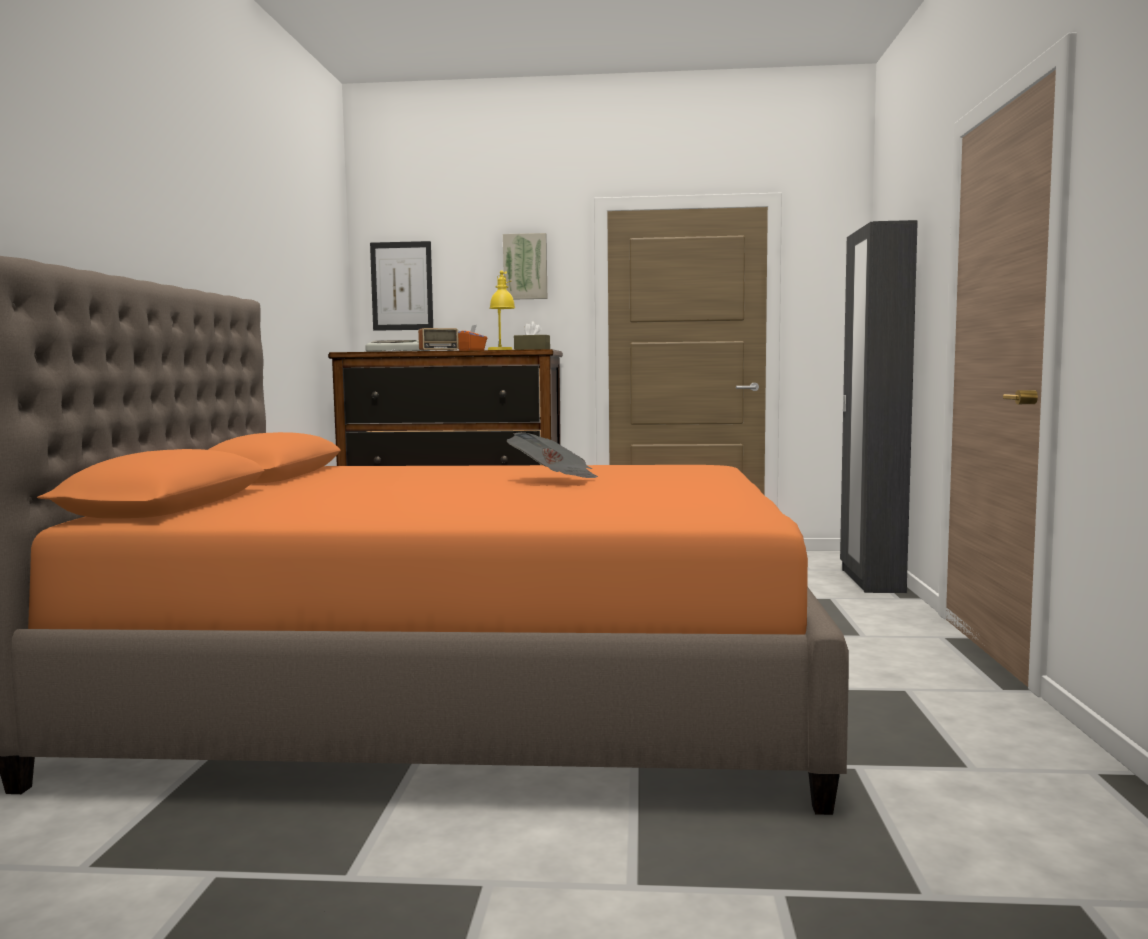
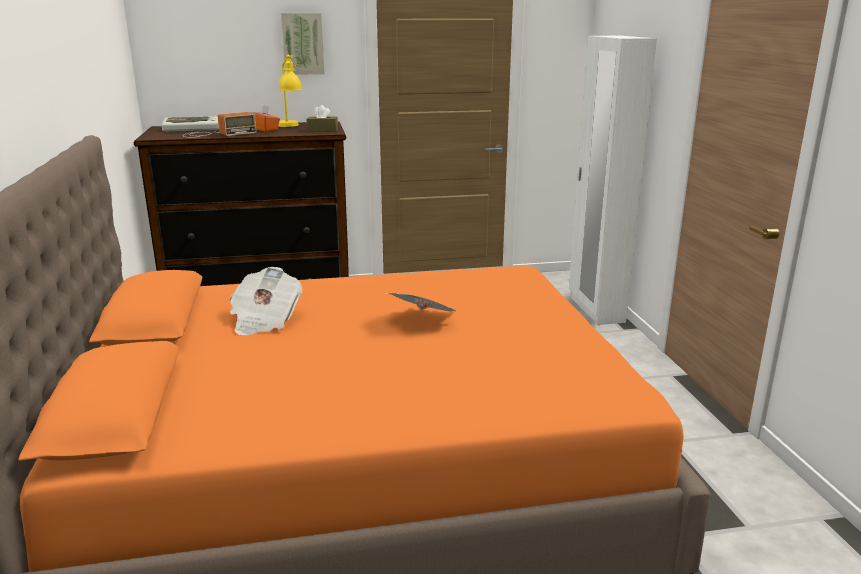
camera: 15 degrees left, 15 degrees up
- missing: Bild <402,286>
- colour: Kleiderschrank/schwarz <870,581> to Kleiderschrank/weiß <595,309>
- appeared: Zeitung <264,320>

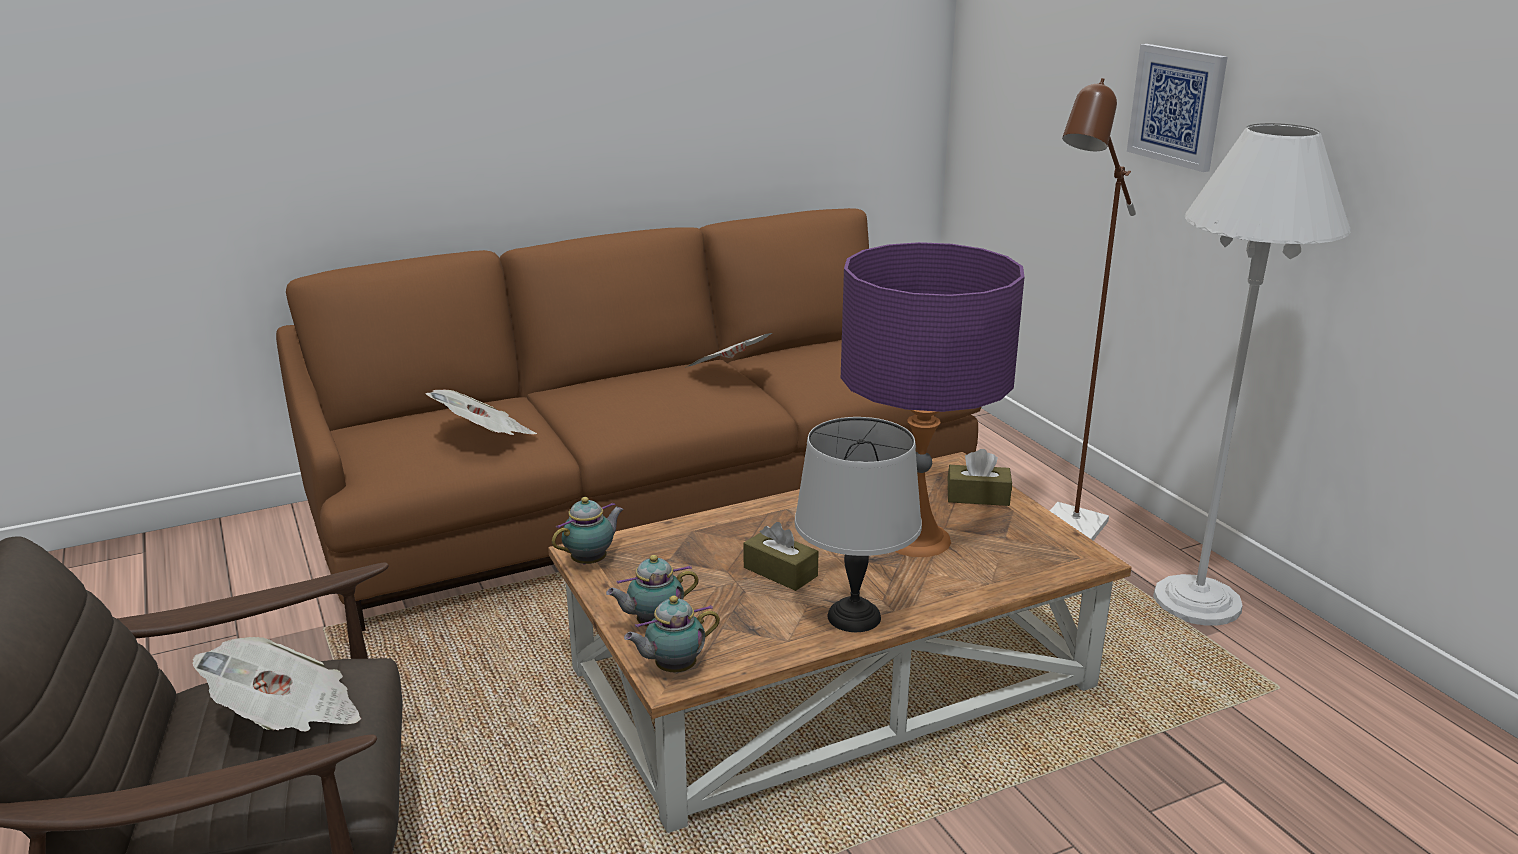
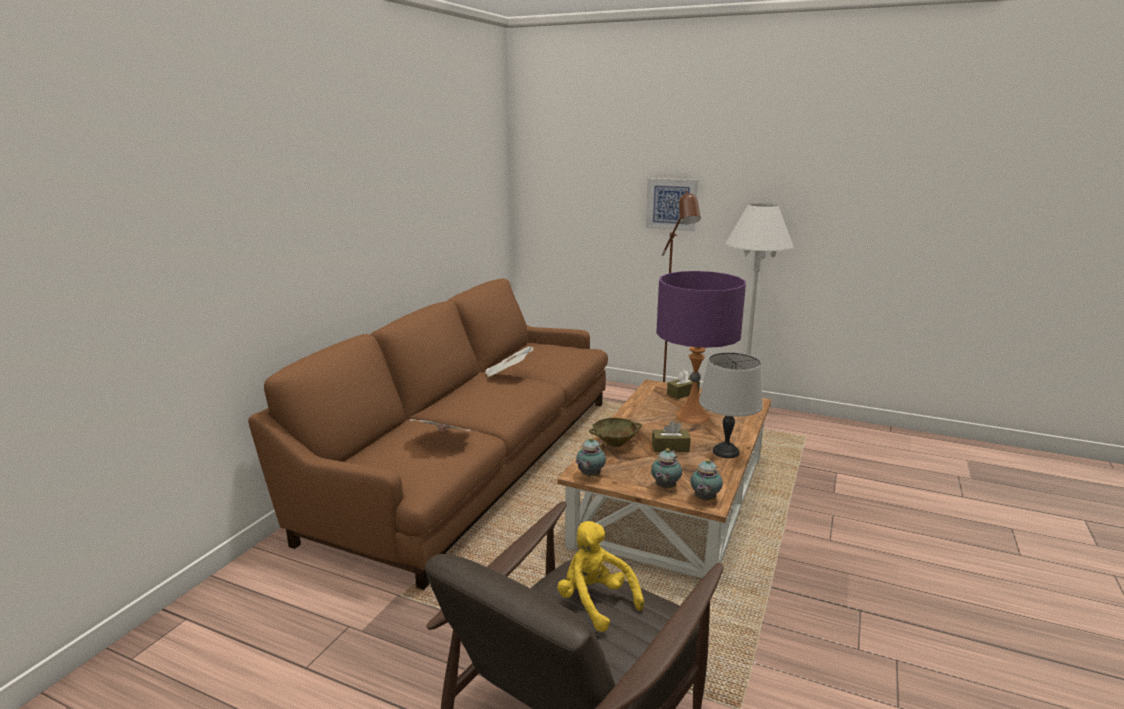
camera: 40 degrees left, 5 degrees down
- exchanged: Zeitung <288,717> to Plüschtier/gelb <595,602>
- spun: Teekanne <591,561> = <589,475> 150 degrees counterclockwise
- appeared: Schüssel/beige <615,443>

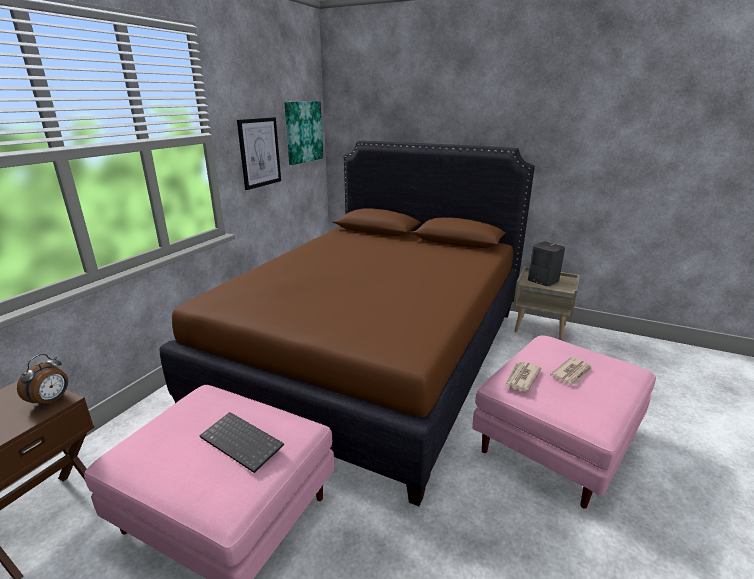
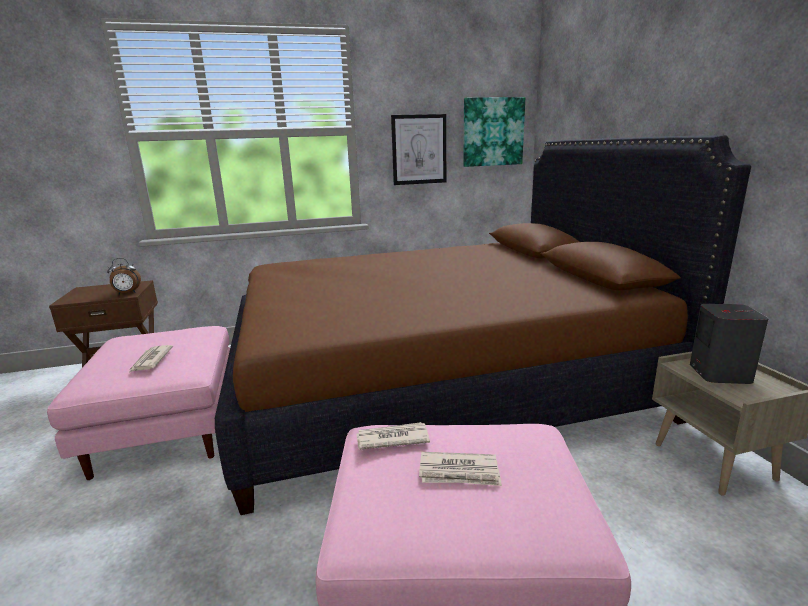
camera: 50 degrees right, 5 degrees down
- exchanged: Tastatur <243,442> to Zeitung <150,360>

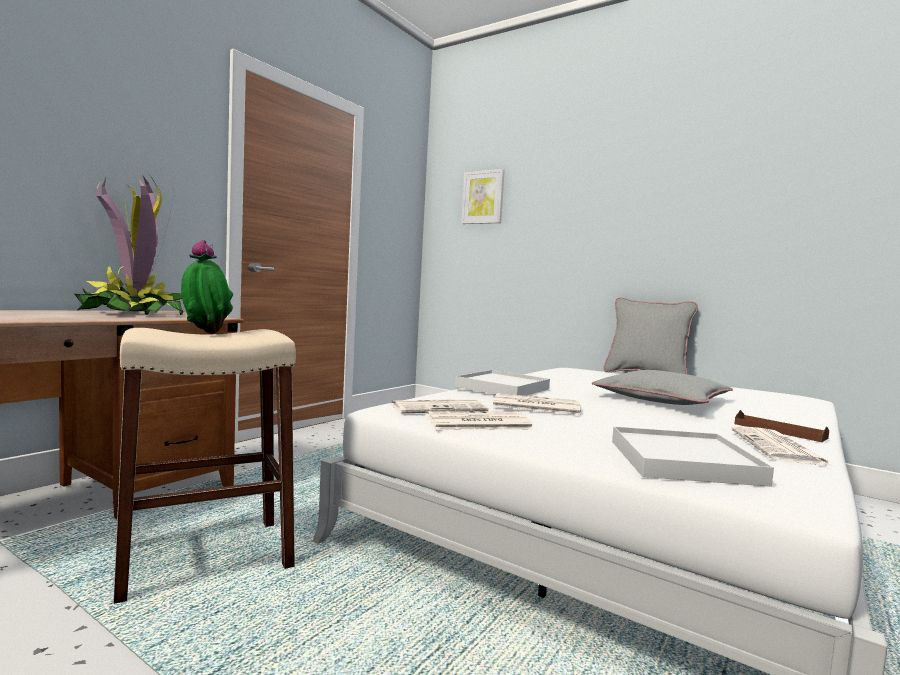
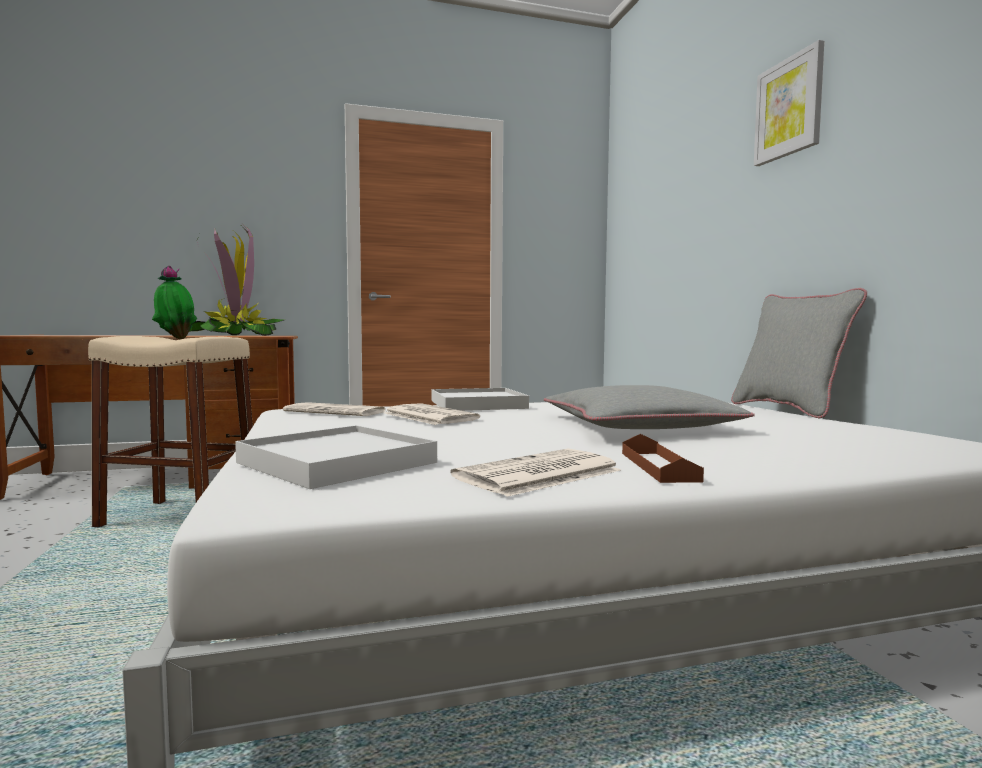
camera: 40 degrees right, 0 degrees up
- missing: Zeitung <477,423>
- relocated: Bild <483,197> to <789,108>

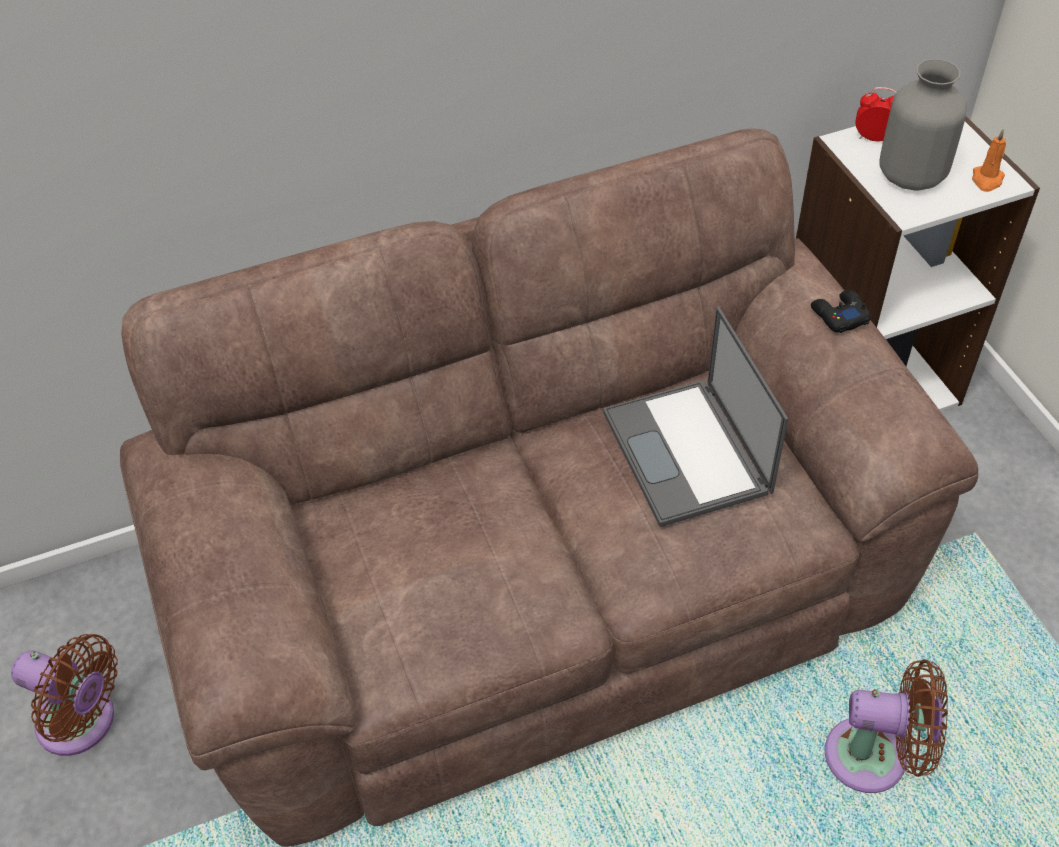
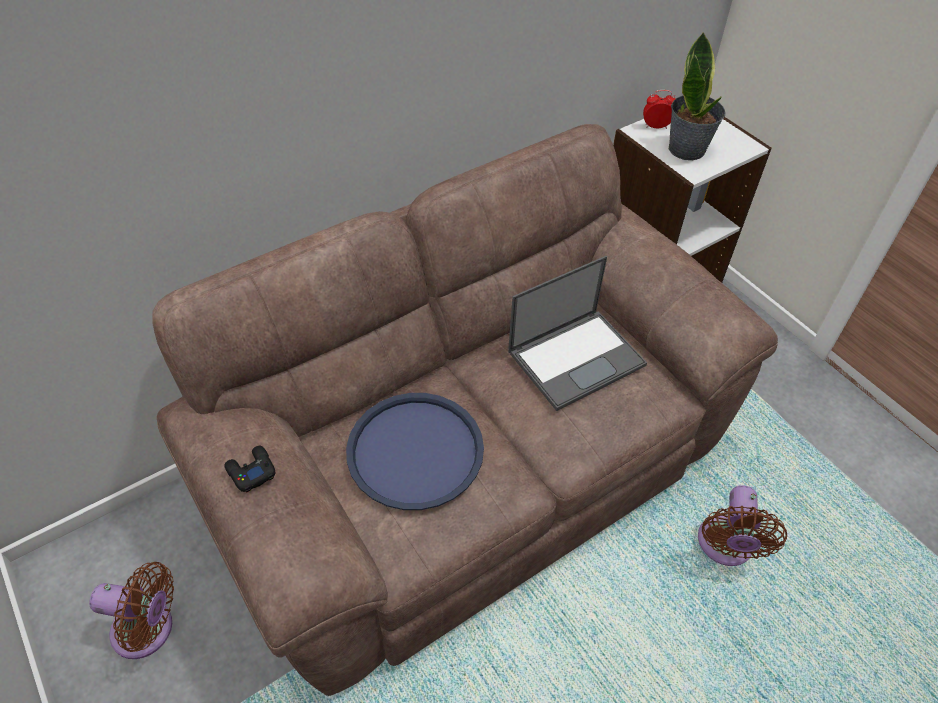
camera: 15 degrees left, 0 degrees up
- spun: Laptop <688,453> = <577,357> 90 degrees counterclockwise
- relocated: Gamepad/schwarz <839,316> to <251,471>
- spun: Ventilator/braun <875,757> = <725,547> 105 degrees clockwise
- exchanged: Vase/grau <910,177> to Topfpflanze <687,149>
- missing: Kerze/orange <987,180>
- appeared: Tablett/blau <415,451>

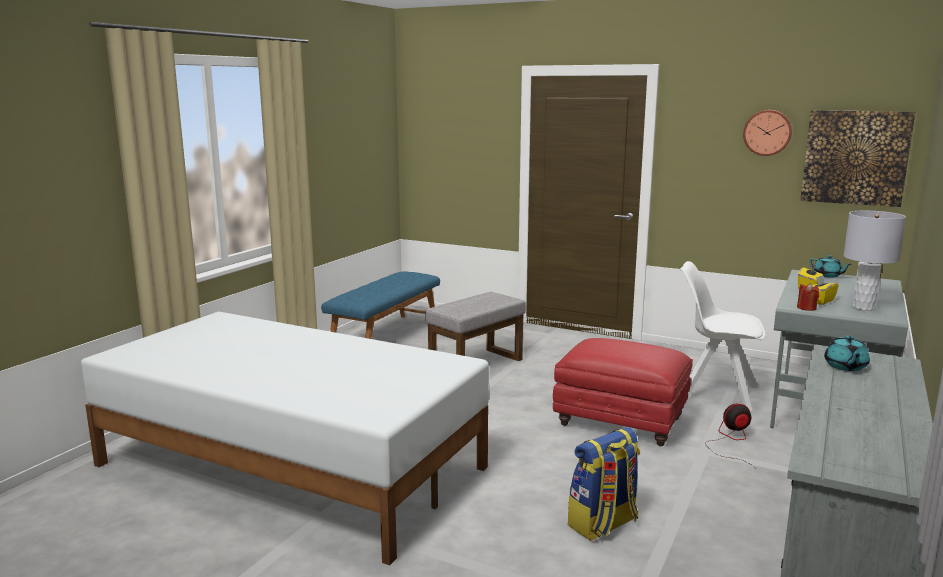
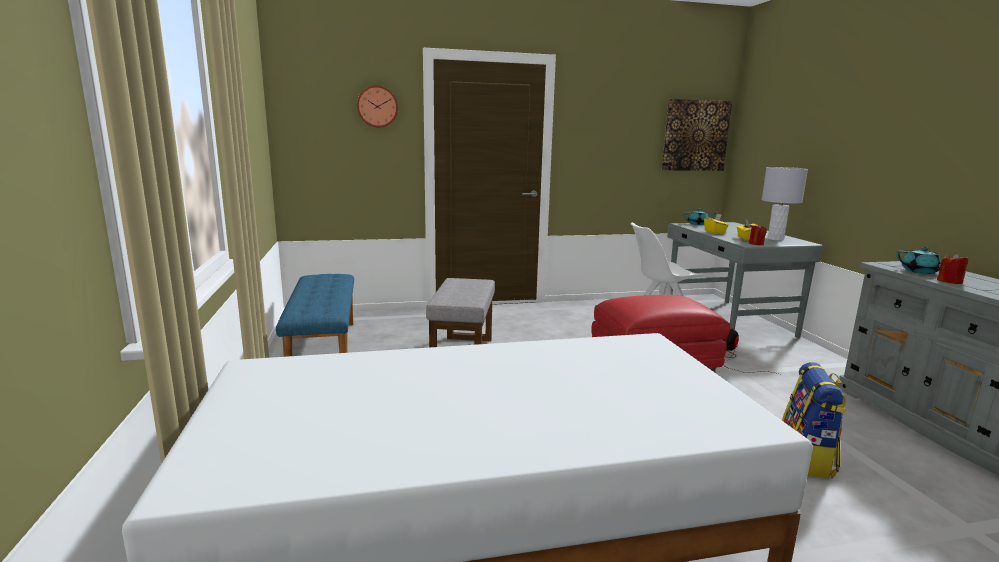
camera: 40 degrees left, 0 degrees up
- relocated: Wanduhr <767,132> to <377,106>
- appeared: Kerze/rot <950,281>

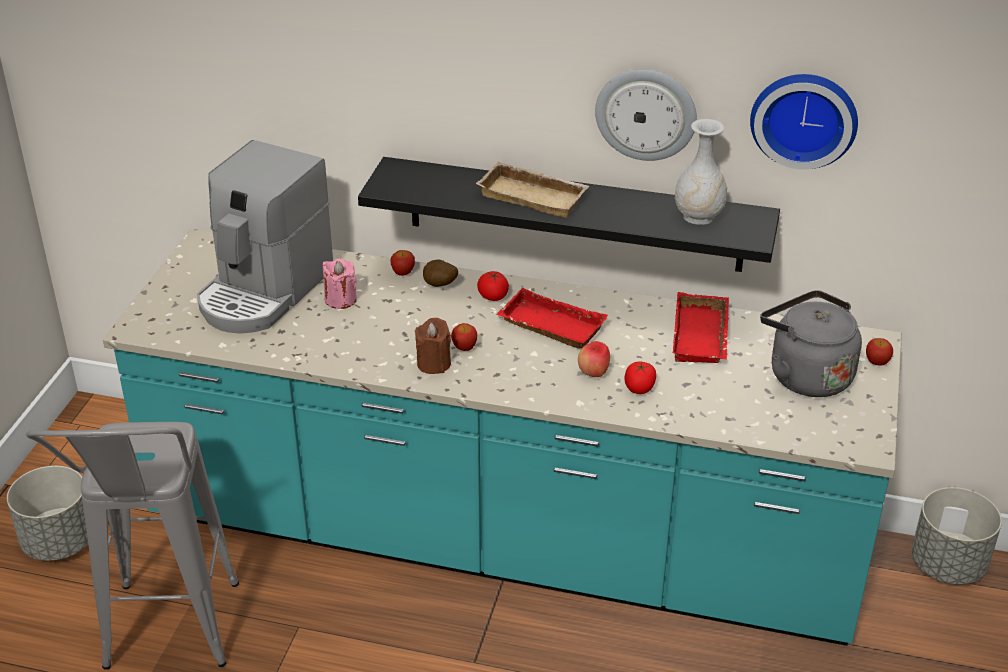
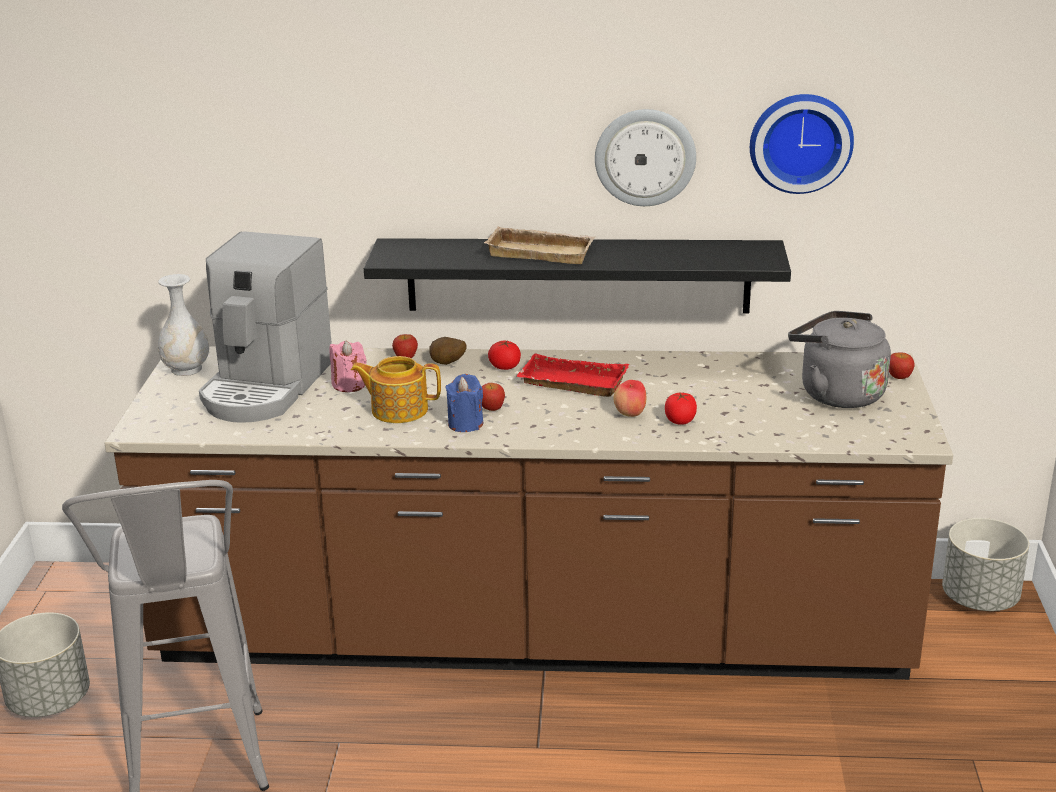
camera: 10 degrees left, 10 degrees down
- colour: Küchenzeile/türkis <503,537> to Küchenzeile/braun <533,633>
- colour: Kerze/braun <433,364> to Kerze/blau <465,424>
- missing: Tablett/rot <703,337>
- relocated: Vase/weiß <699,216> to <187,369>
- appeared: Teekanne <398,410>

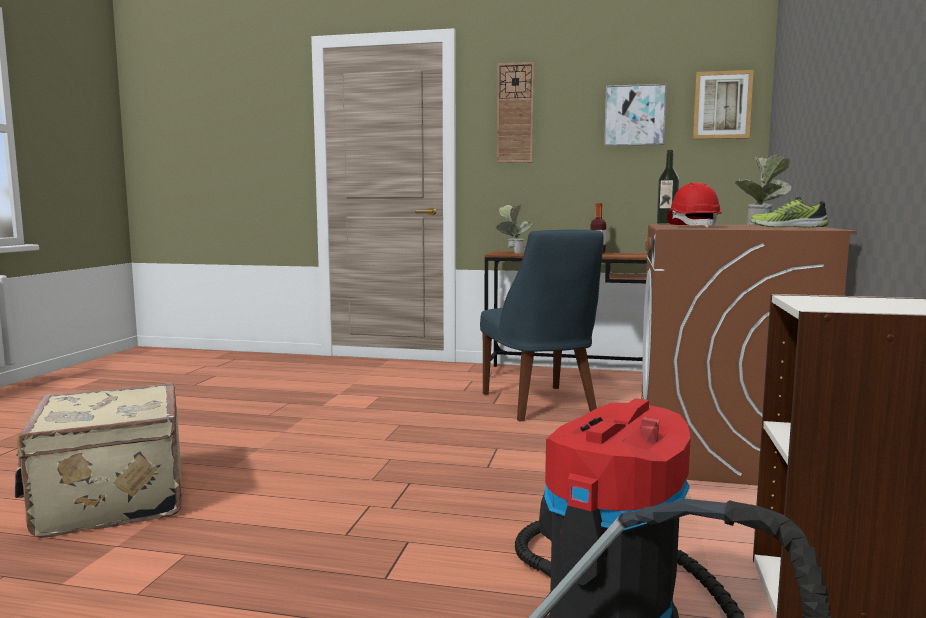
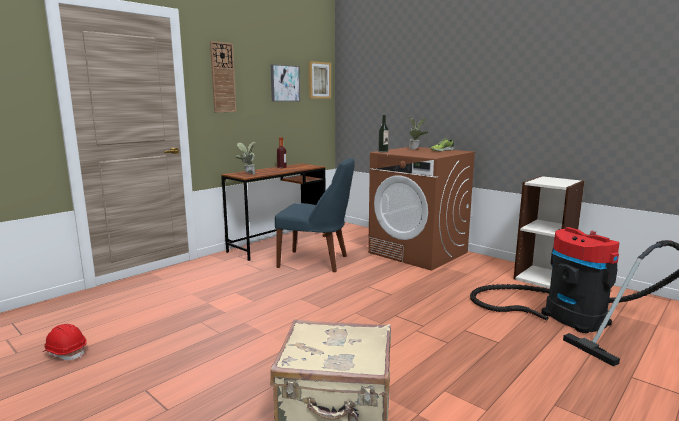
camera: 60 degrees left, 5 degrees up
- relocated: Schutzhelm/rot <693,226> to <65,352>

